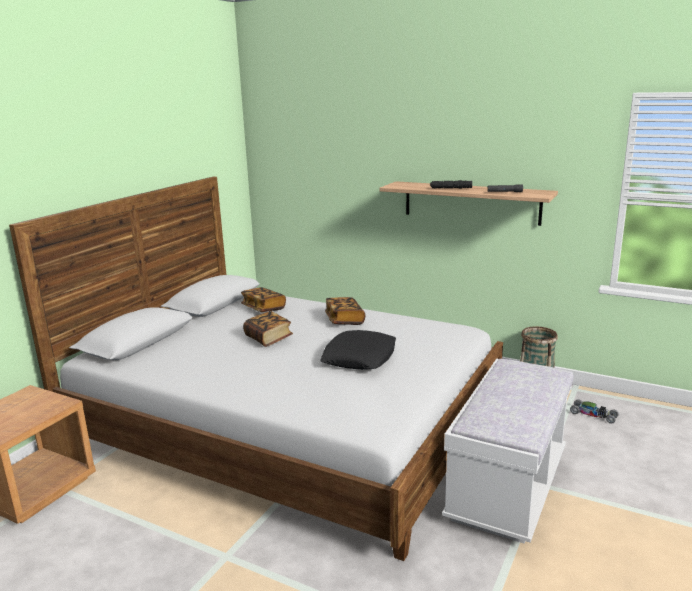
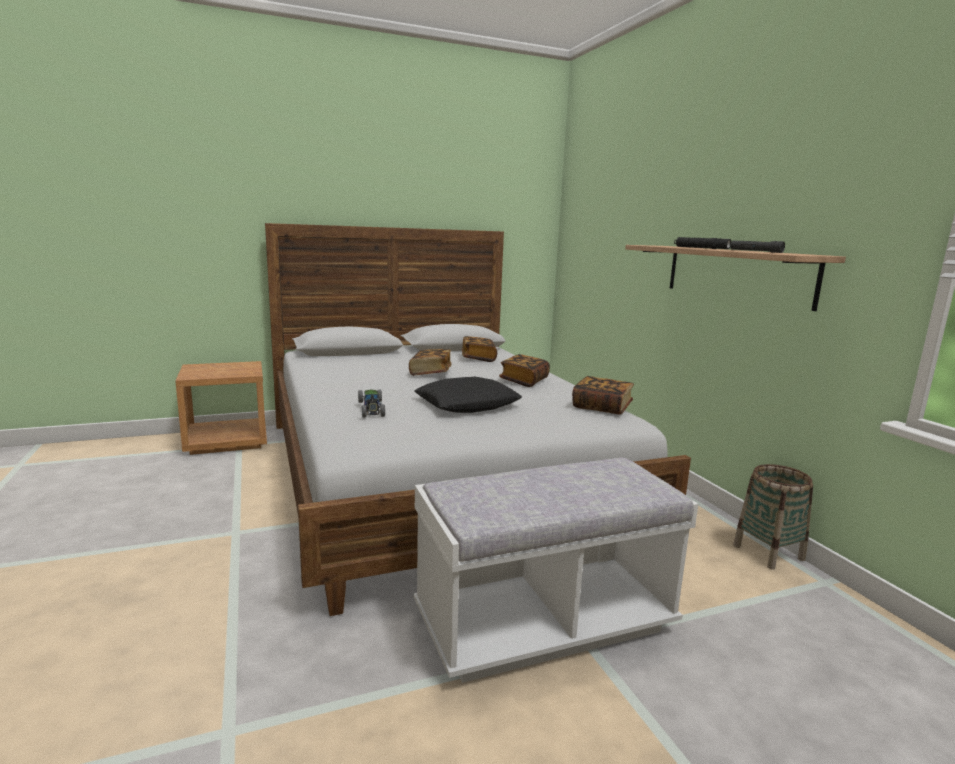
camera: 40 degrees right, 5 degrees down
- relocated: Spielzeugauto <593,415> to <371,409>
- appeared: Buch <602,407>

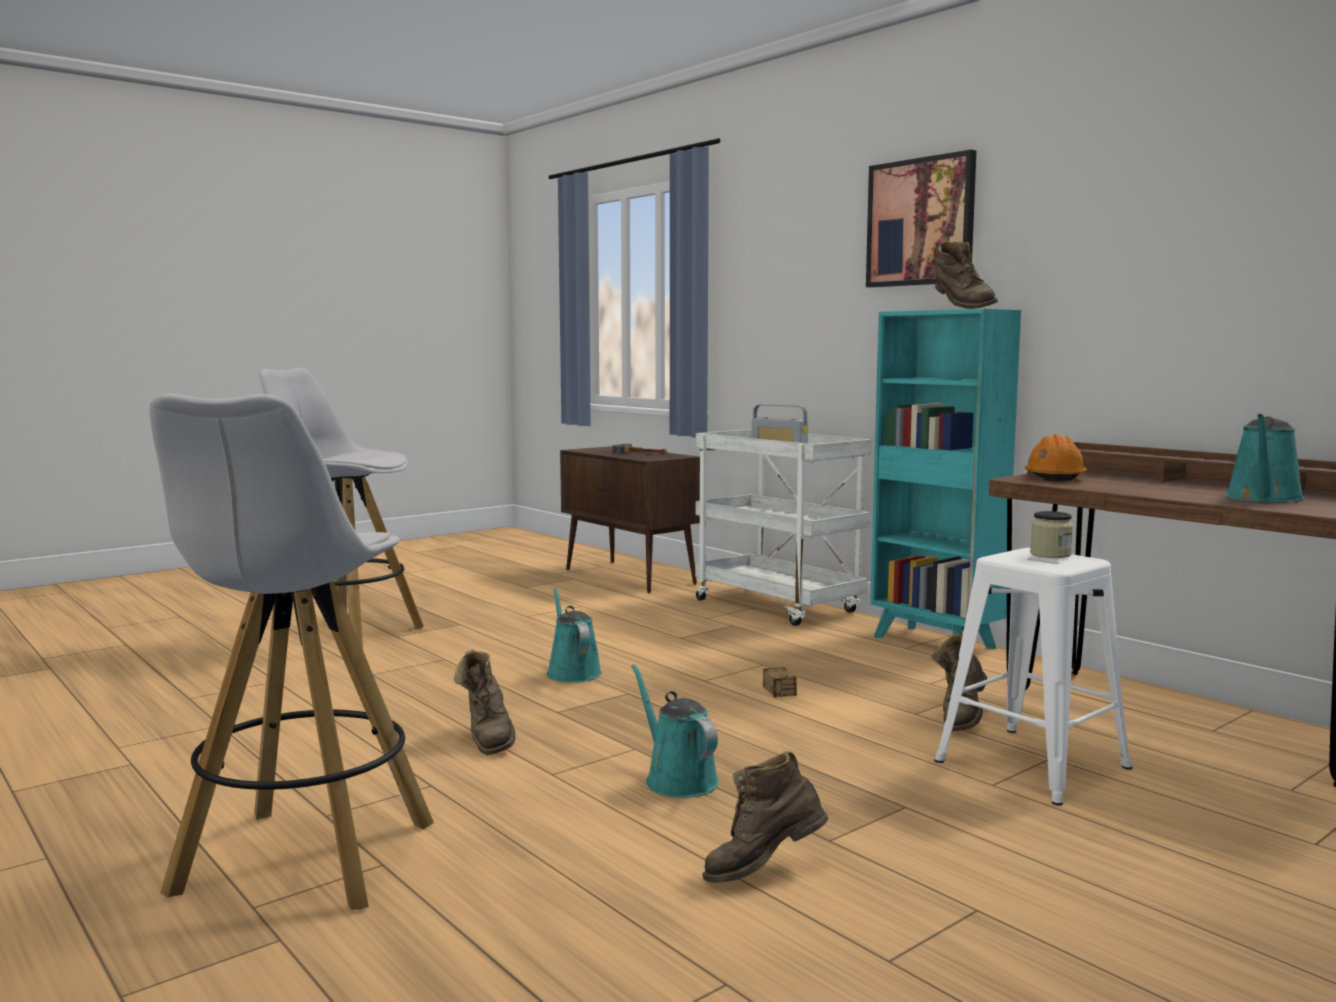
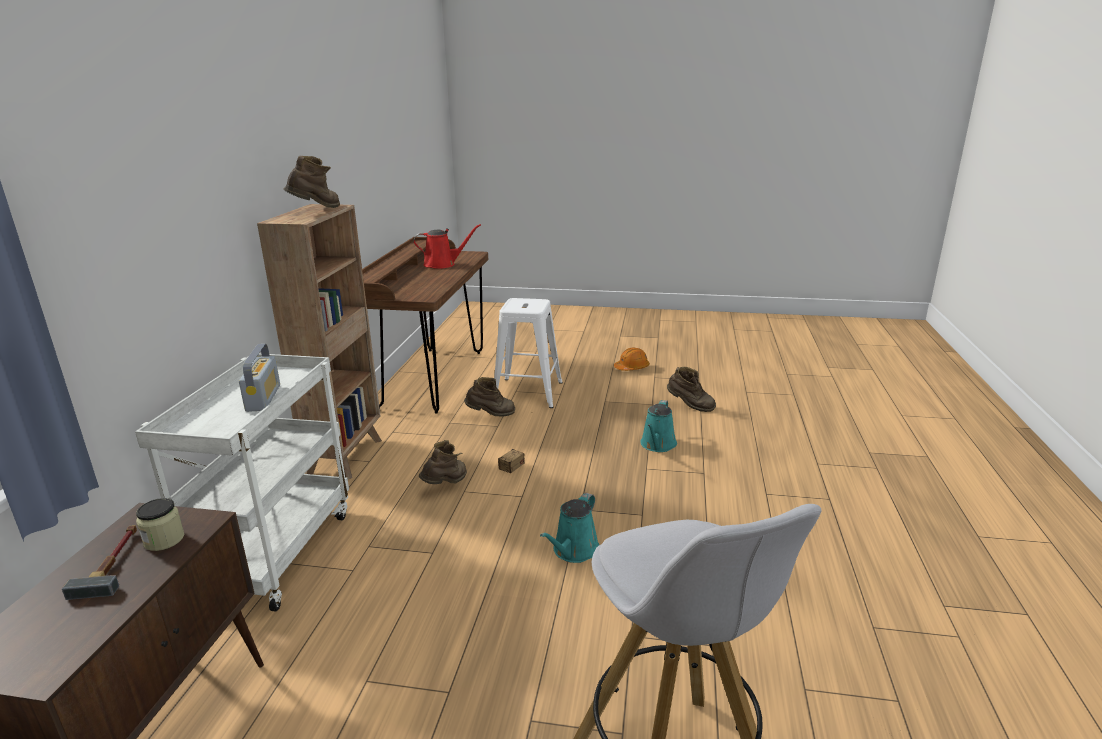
camera: 130 degrees left, 15 degrees up
- missing: Hocker/weiß <303,861>
- relocated: Stiefel/braun <488,739> to <446,485>
- missing: Bild <921,222>
- colour: Bücherregal/türkis <935,643> to Bücherregal/braun <346,456>
- relocated: Schutzhelm/orange <1054,478> to <632,368>
- relocated: Vorratsglas <1050,554> to <164,540>
- colour: Gießkanne/türkis <1263,498> to Gießkanne/rot <443,264>

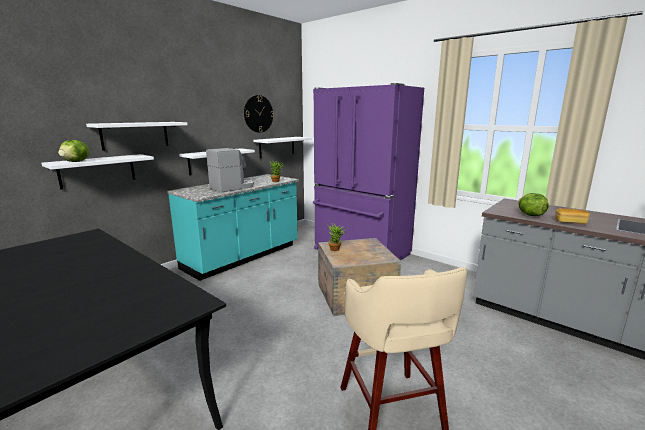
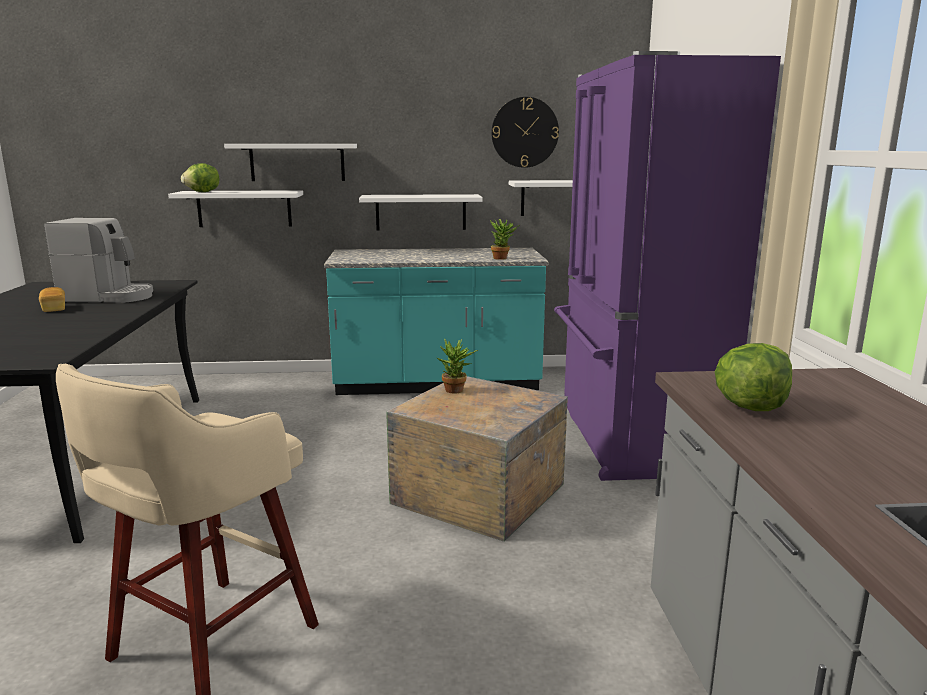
camera: 45 degrees right, 0 degrees up
- relocated: Kaffeemaschine <233,187> to <108,297>
- relocated: Brot <570,222> to <54,309>

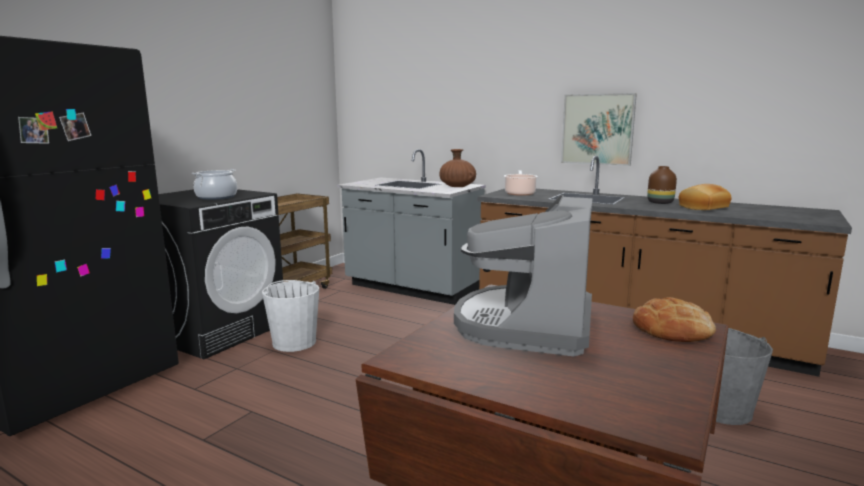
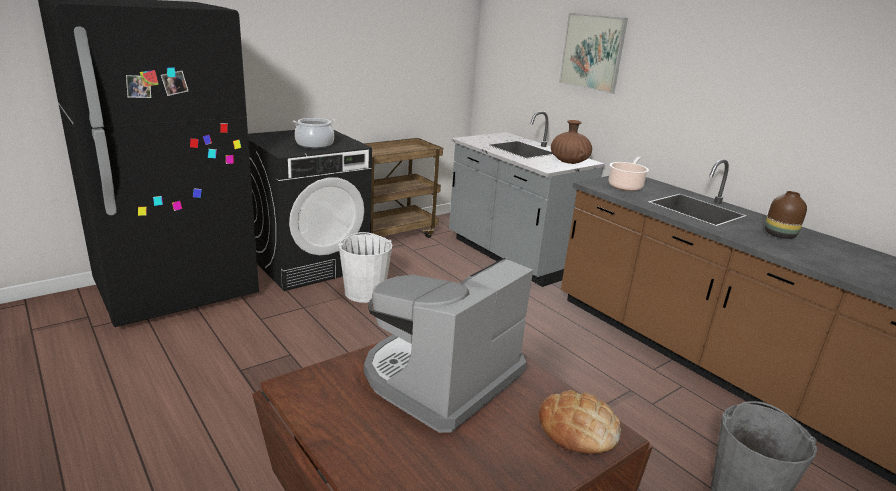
camera: 20 degrees right, 10 degrees up
- relocated: Bild <597,129> to <592,52>
- missing: Brot <704,207>

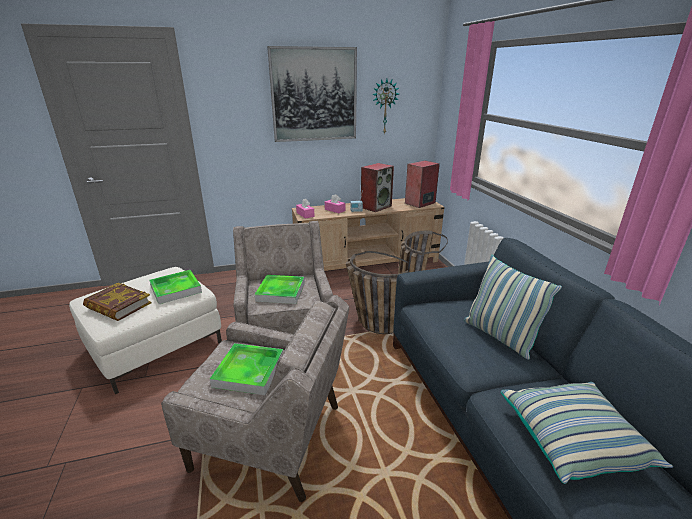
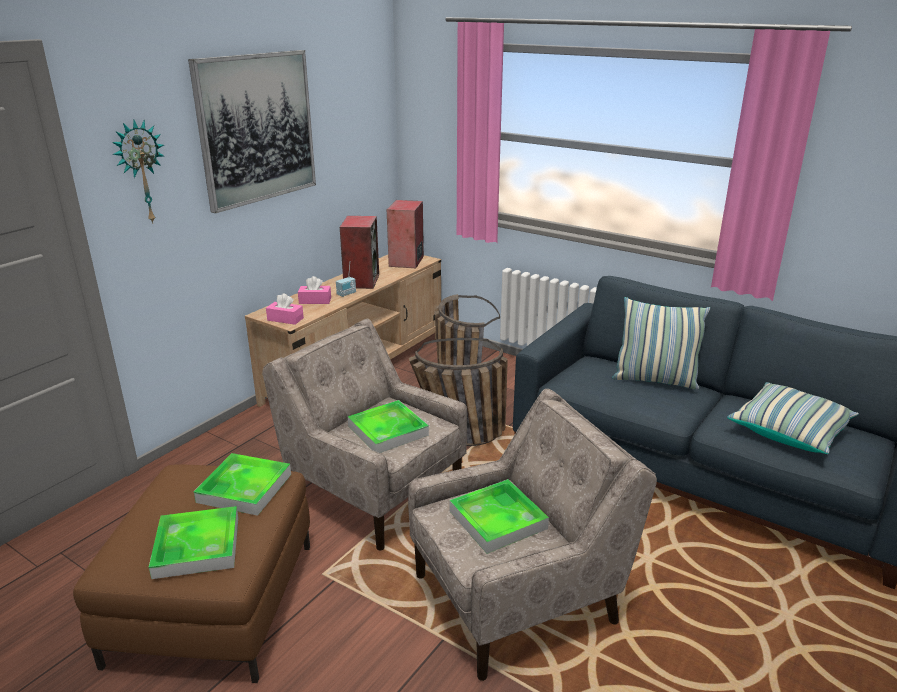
camera: 40 degrees left, 0 degrees up
- colour: Polsterhocker/weiß <156,345> to Polsterhocker/braun <215,601>
- exchanged: Buch <118,306> to Tablett <197,546>
- relocated: Wanduhr <384,106> to <140,172>

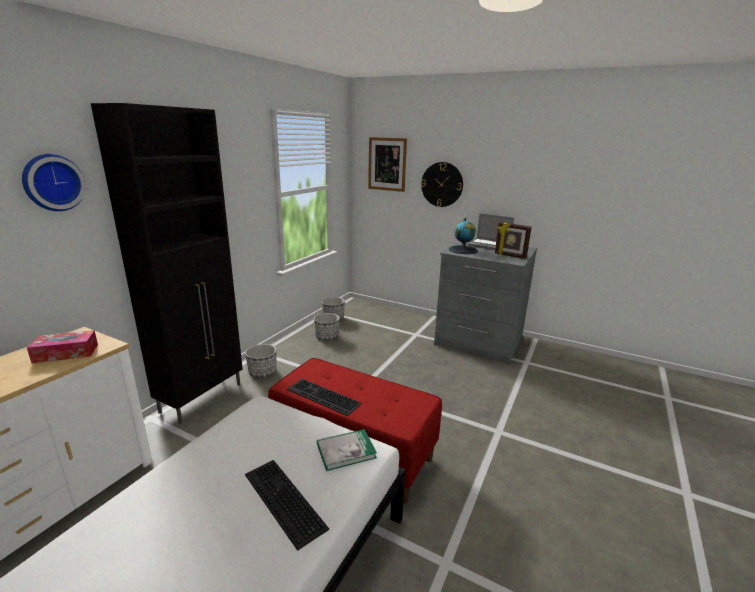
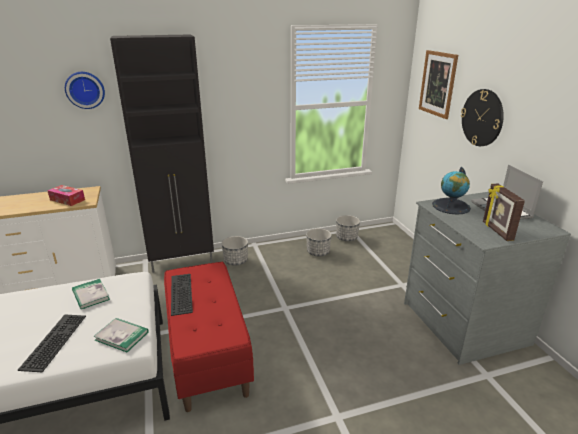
camera: 45 degrees right, 5 degrees up
- appeared: Buch <91,295>

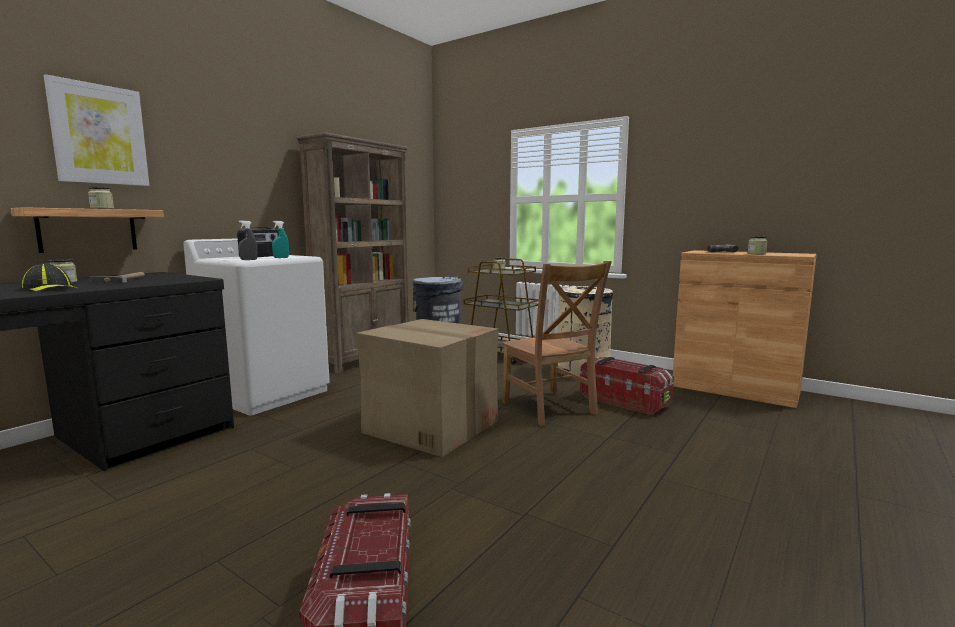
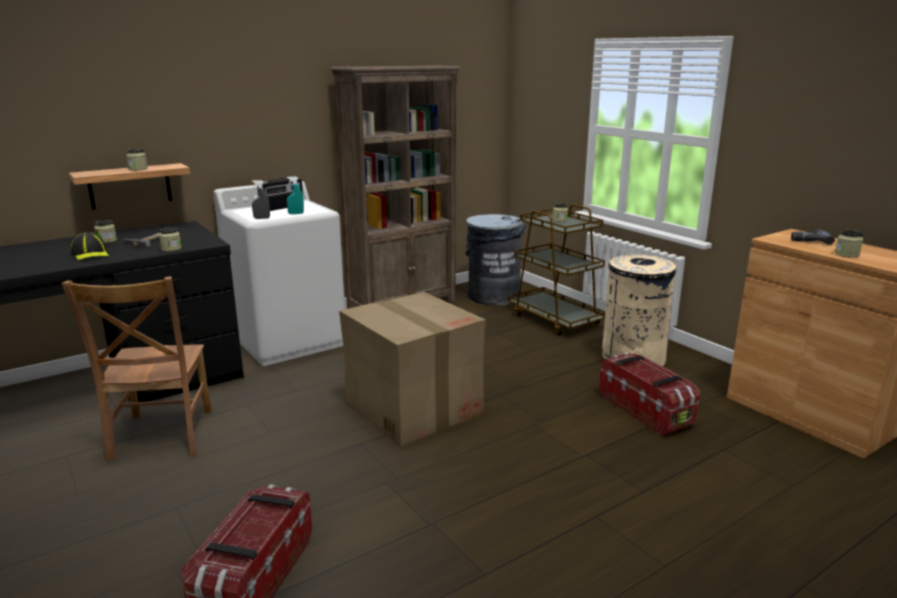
camera: 20 degrees right, 10 degrees up
- missing: Bild <99,134>
- relocated: Stuhl/braun <550,409> to <161,437>
- appeared: Vorratsglas <171,249>

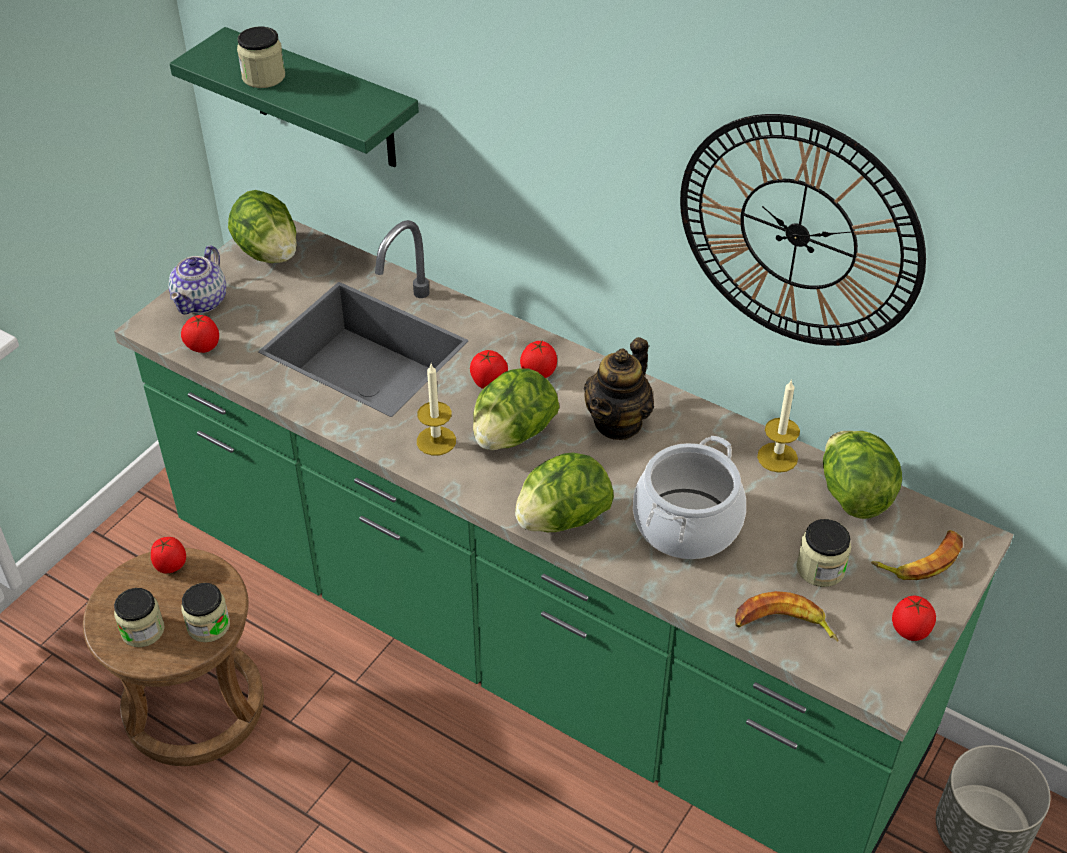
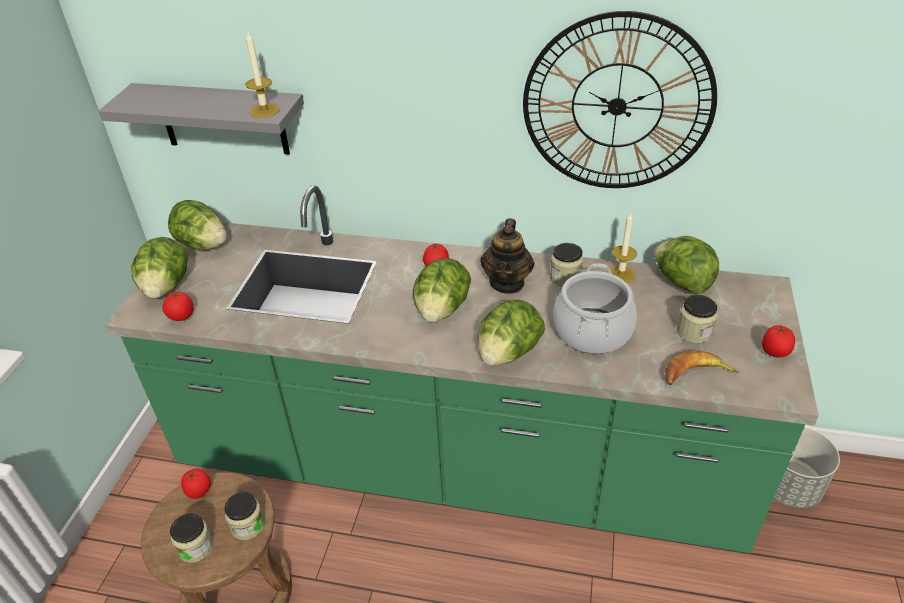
camera: 20 degrees left, 5 degrees down
- exchanged: Teekanne <202,301> to Salatkopf <166,287>
- colour: Wandregal/grün <323,100> to Wandregal/grau <223,119>
- relocated: Vorratsglas <263,77> to <565,277>
- relocated: Kerze <436,441> to <264,110>
- missing: Tomate <489,383>
- missing: Banane <921,560>

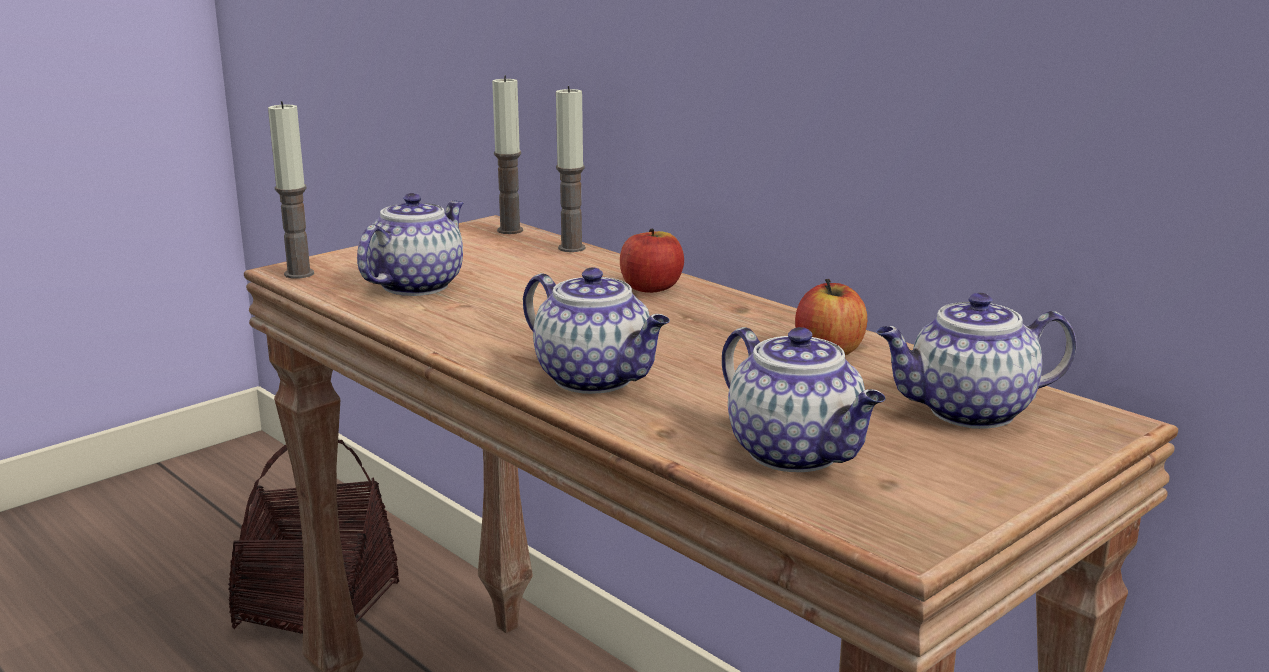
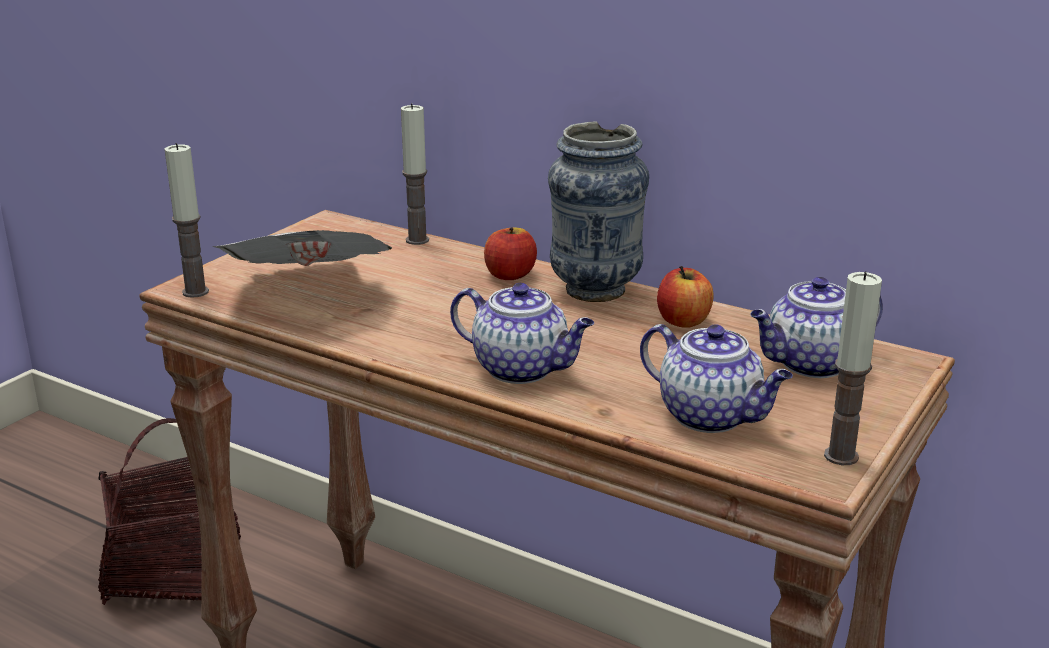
camera: 15 degrees left, 5 degrees up
- exchanged: Teekanne <417,285> to Zeitung <310,293>
- relocated: Kerze <510,230> to <841,456>
- appeared: Vase <595,290>

